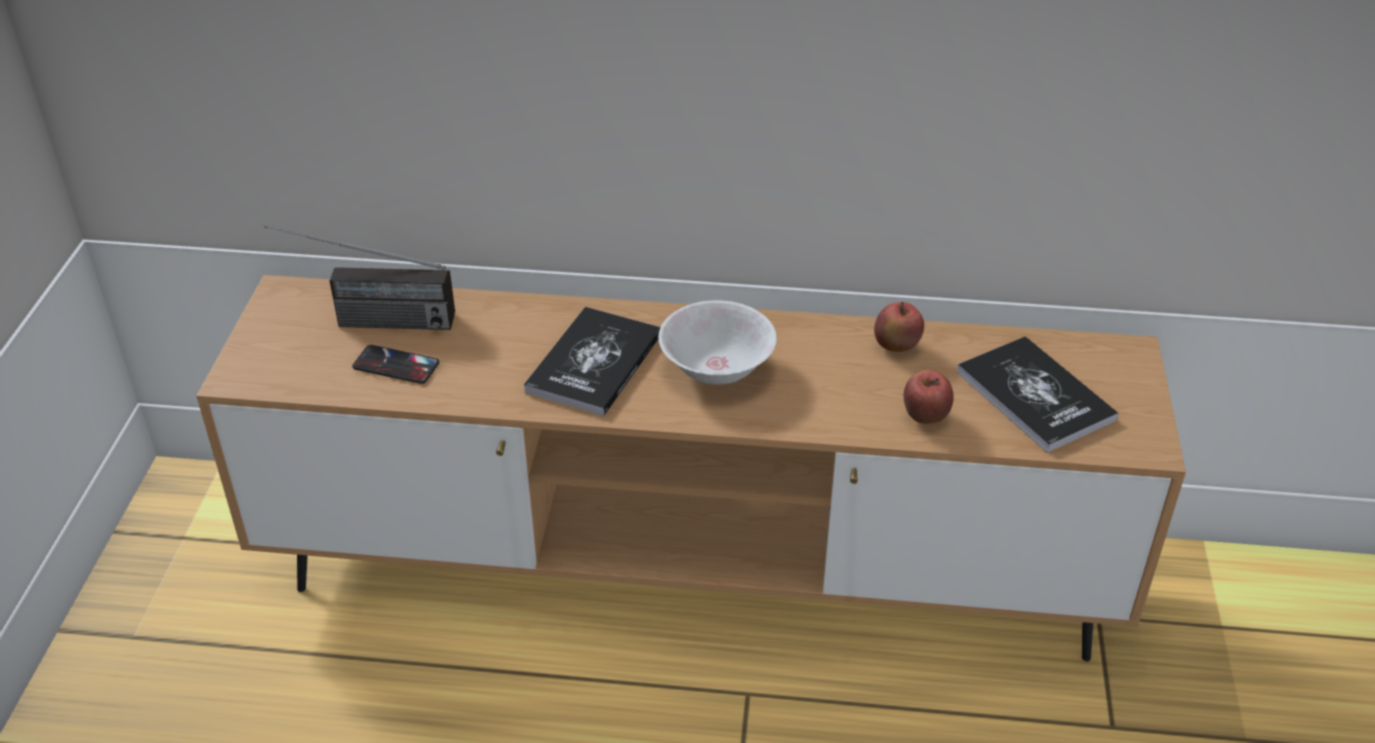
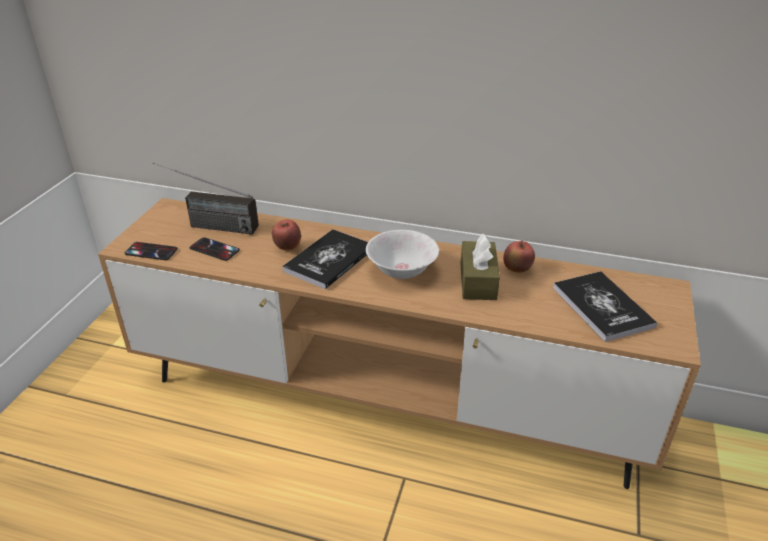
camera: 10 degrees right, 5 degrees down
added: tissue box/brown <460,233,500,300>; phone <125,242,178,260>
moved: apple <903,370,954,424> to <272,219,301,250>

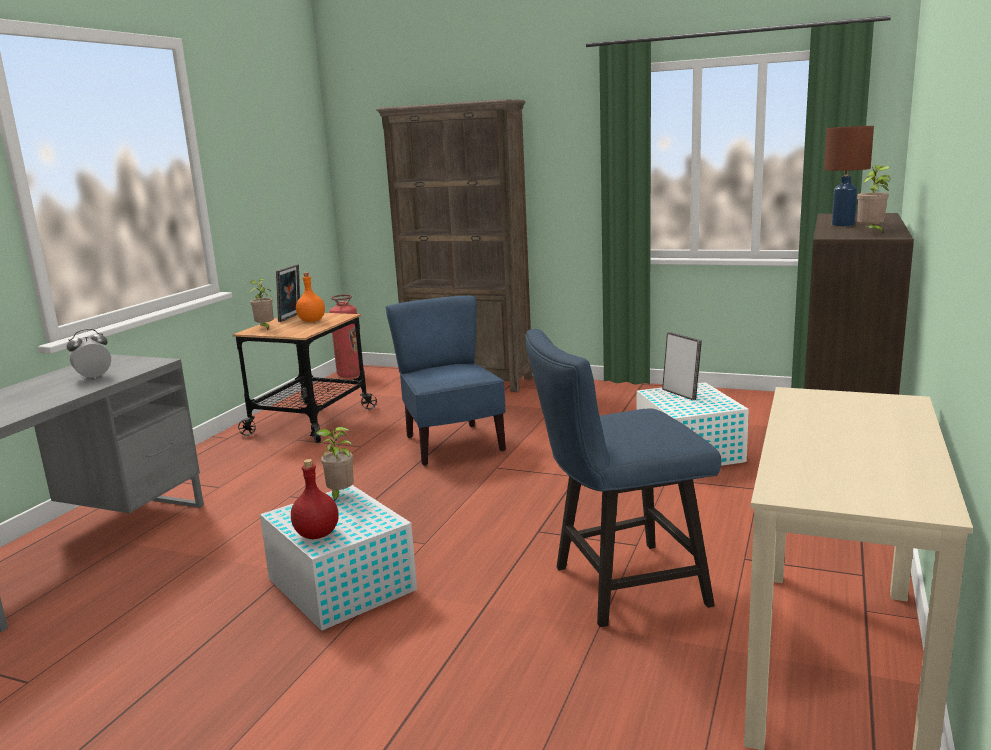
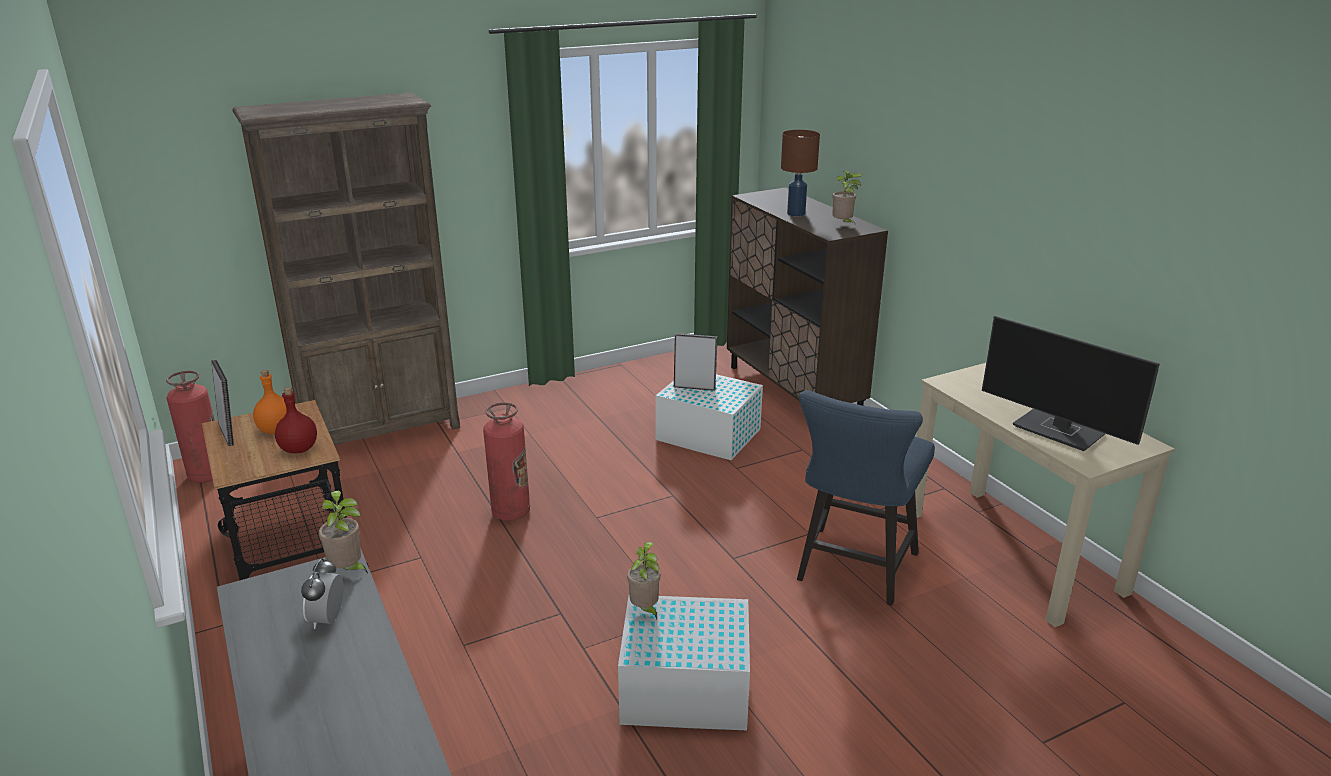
camera: 50 degrees left, 10 degrees up
added: monitor <982,316,1160,451>
moved: potted plant <249,279,274,330> to <319,491,368,573>; bottle/red <291,459,339,539> to <275,387,317,454>
replaced: chair/blue <386,296,506,466> to fire extinguisher <483,402,530,521>

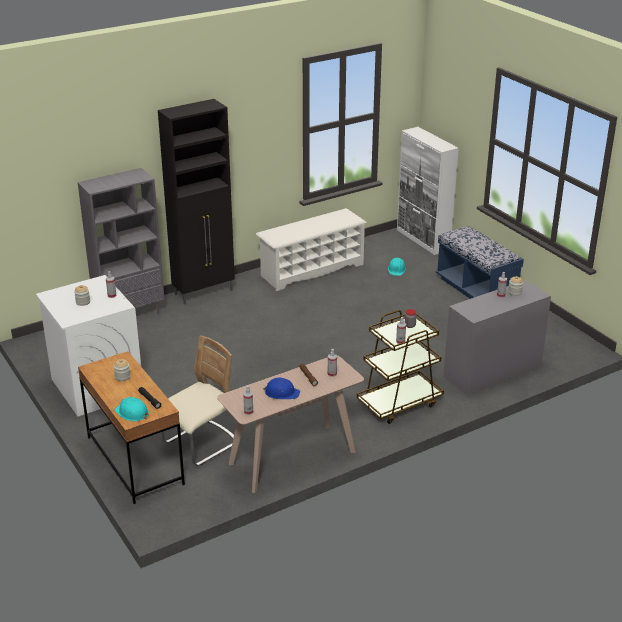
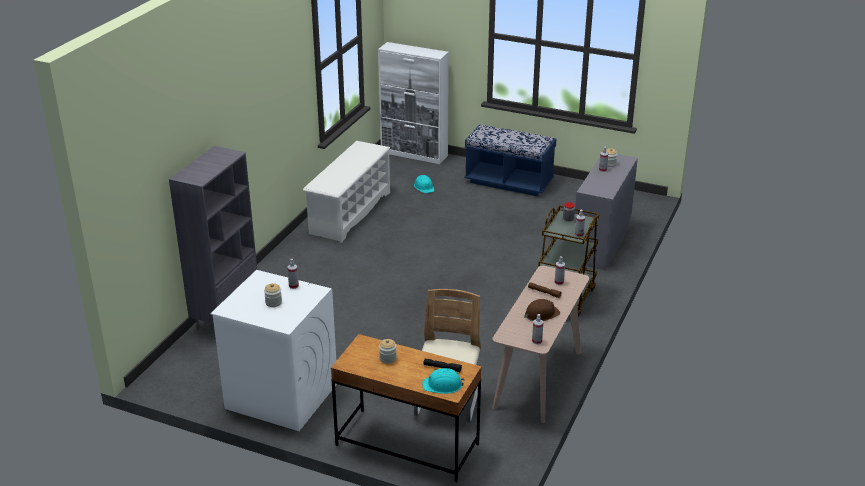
camera: 35 degrees left, 0 degrees up
removed: cabinet/black <158,99,235,305>
recoloured: hard hat/blue <263,378,300,399> to hard hat/brown <524,299,560,321>

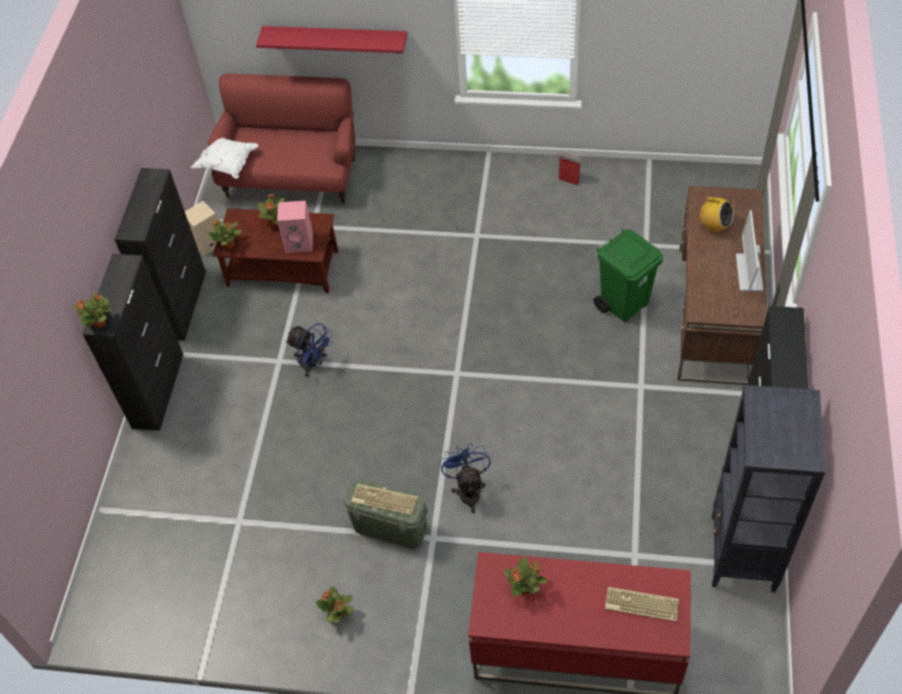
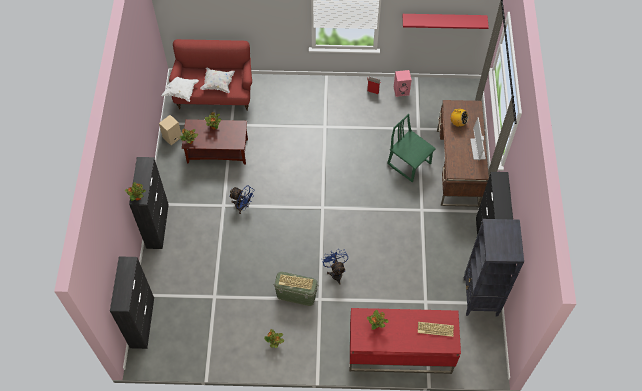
camera: 10 degrees left, 5 degrees up
added: pillow/white <200,68,235,93>
moved: shelf/red <256,26,407,54> to <403,14,489,29>; cabinet/black <114,168,206,341> to <110,256,154,349>; speaker/pink <277,201,313,253> to <394,70,412,97>
replaced: trash can/green <594,229,663,322> to chair/green <387,114,436,182>

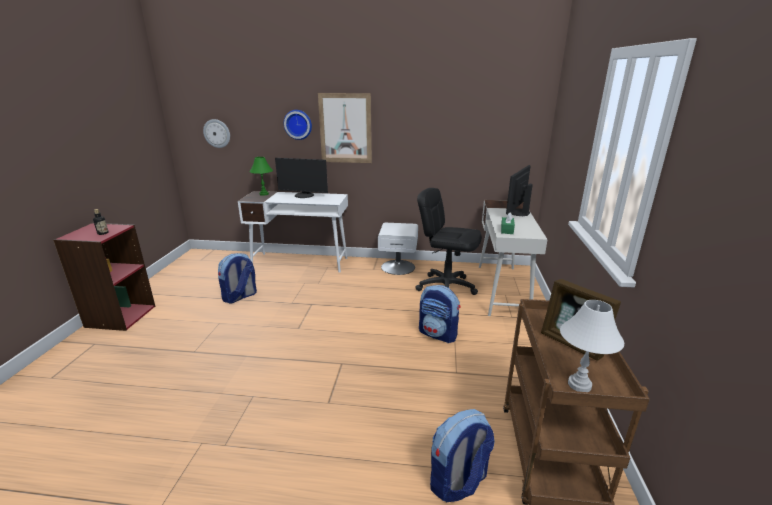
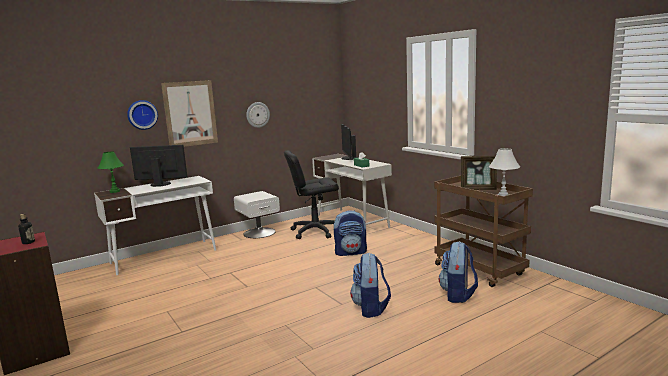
camera: 40 degrees left, 10 degrees down
moved: wall clock <203,119,230,148> to <246,102,270,128>; backpack <218,253,257,304> to <350,253,391,318>
turned: monitor <275,158,328,198> = <130,145,187,187> 150 degrees counterclockwise

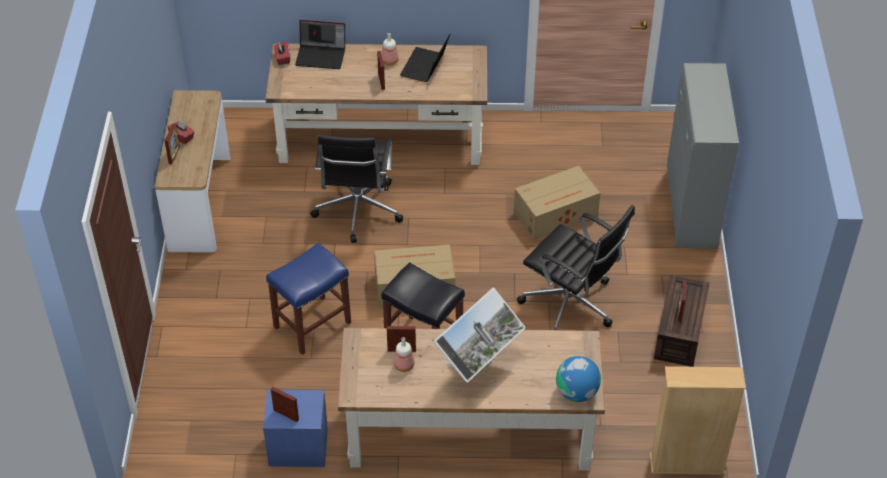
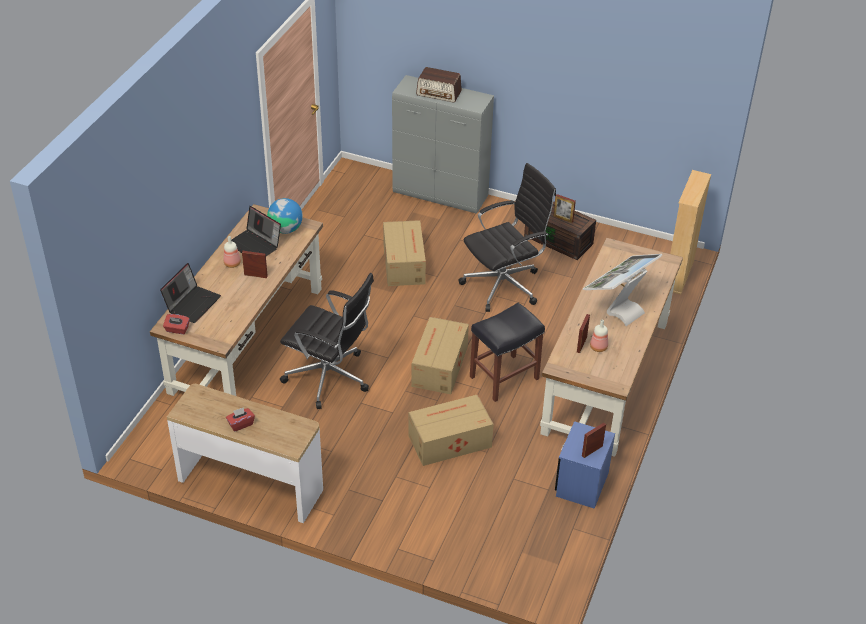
camera: 70 degrees left, 5 degrees down
removed: picture frame <165,124,180,164>
added: radio <416,67,462,103>
moved: globe <556,356,601,402> to <267,198,303,234>
replaced: stool/blue <266,243,351,355> to cardboard box <408,395,494,466>
turned: monitor <434,288,525,382> = <583,254,662,326> 105 degrees counterclockwise

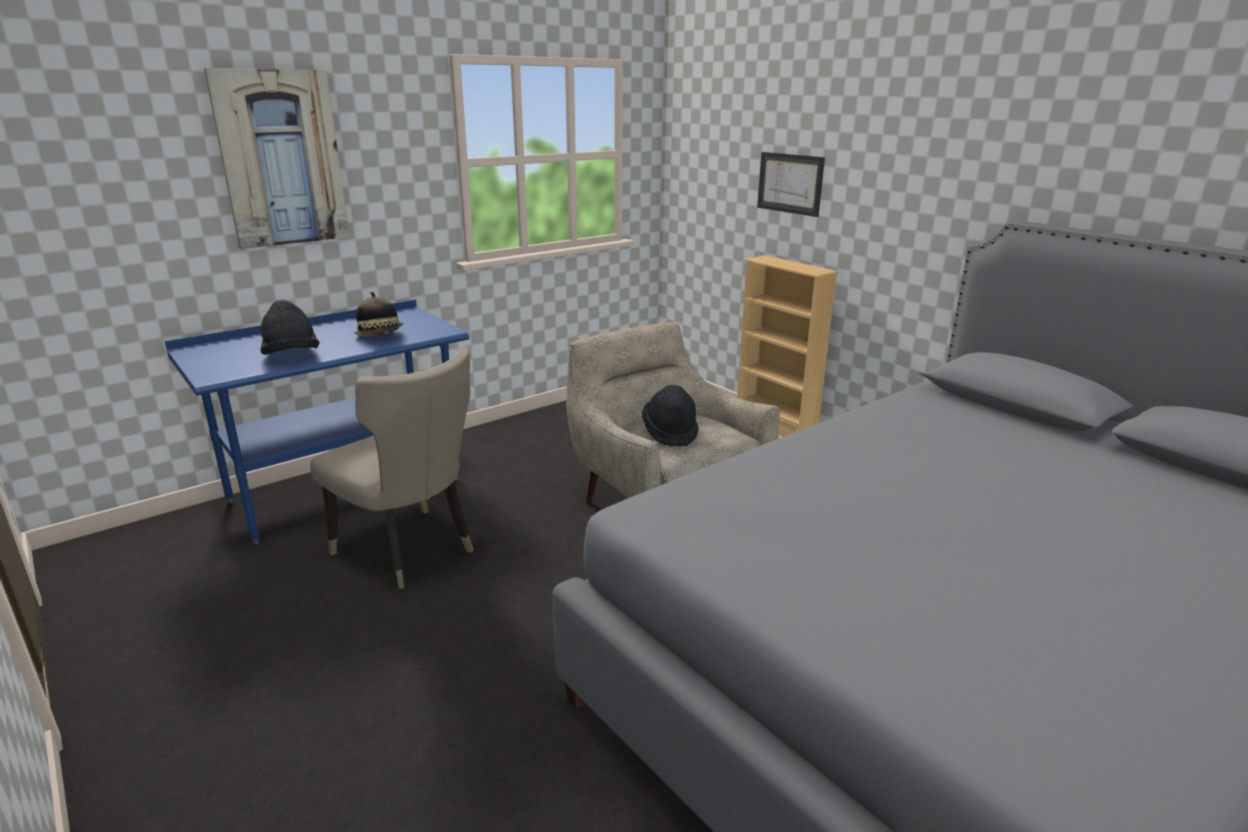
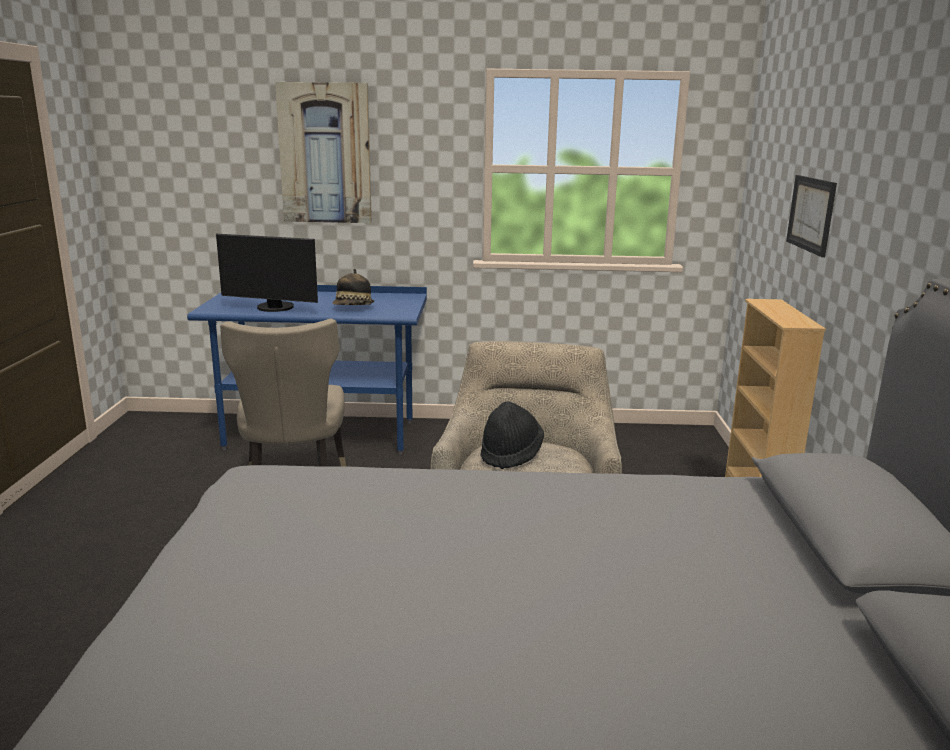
camera: 40 degrees right, 5 degrees down
replaced: hat/black <260,300,320,355> to monitor <216,234,318,312>

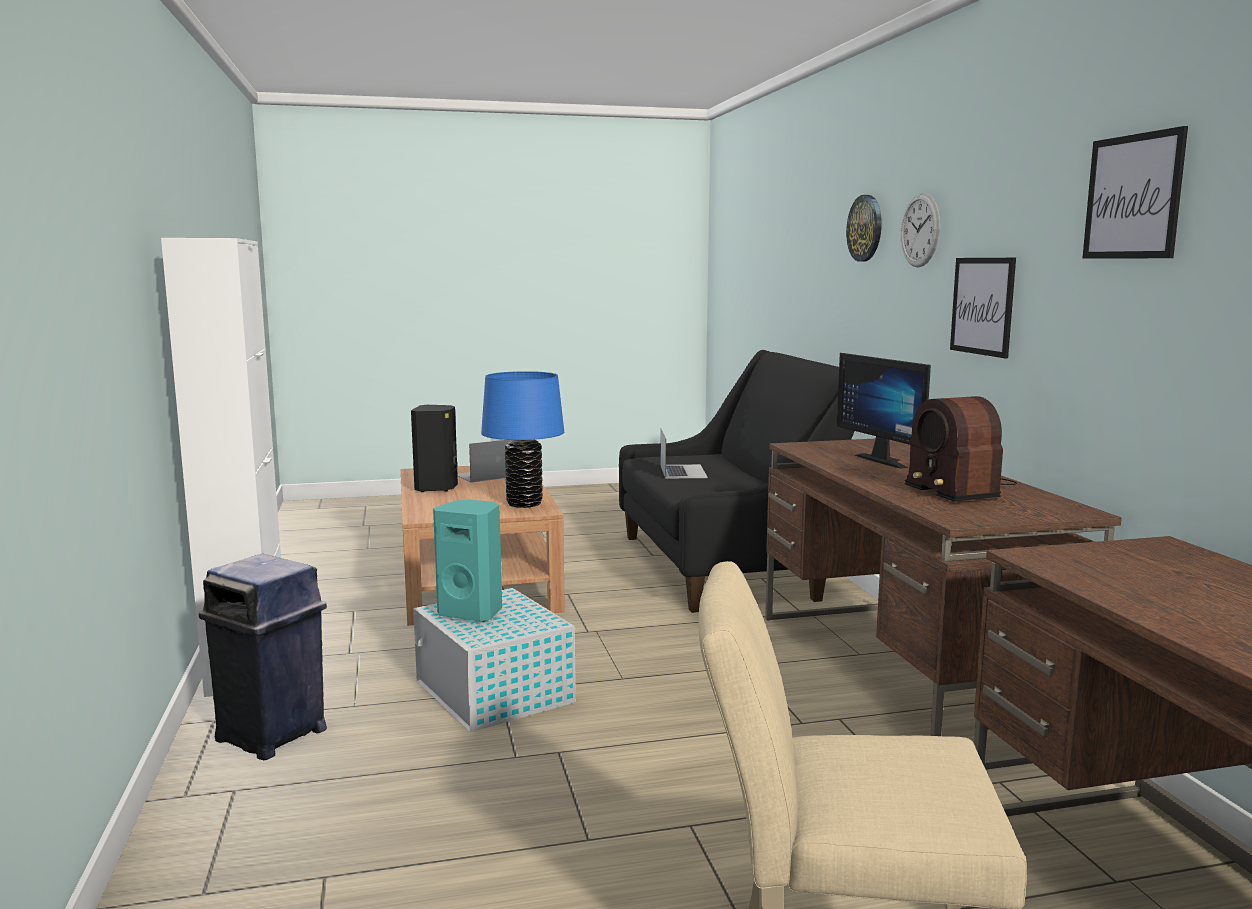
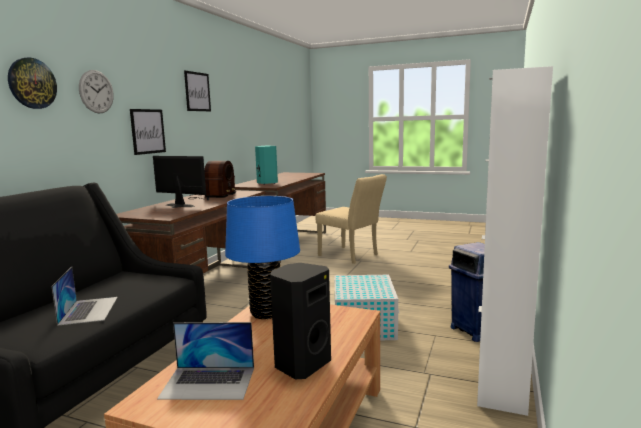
camera: 145 degrees left, 0 degrees up
moved: speaker/turquoise <433,500,502,622> to <255,146,278,185>
turned: monitor <837,353,931,469> = <153,156,206,208> 75 degrees counterclockwise; laptop <661,429,708,479> = <51,267,118,326> 135 degrees clockwise

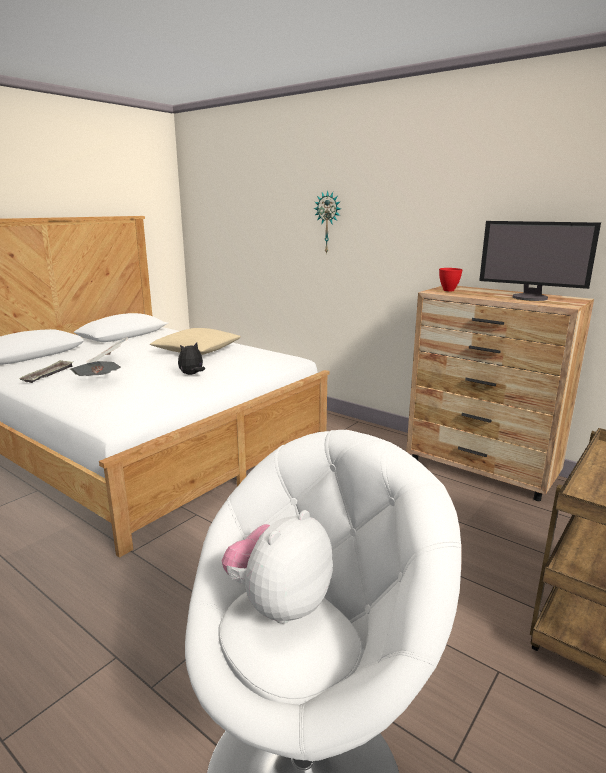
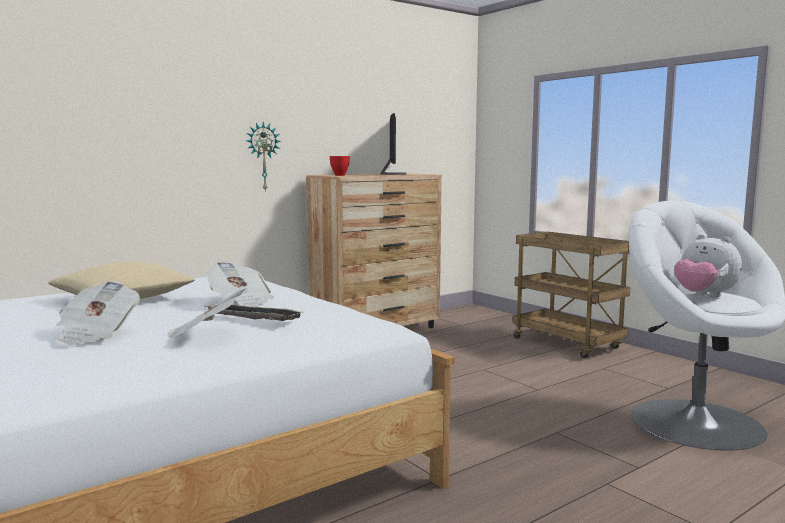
camera: 75 degrees left, 10 degrees down
moved: wall clock <314,190,341,254> to <246,122,281,192>; tray <19,360,74,383> to <204,304,304,321>
replaced: plush toy <178,342,205,375> to newspaper <206,261,274,307>
turned: monitor <479,221,601,301> = <381,113,407,175> 45 degrees counterclockwise

